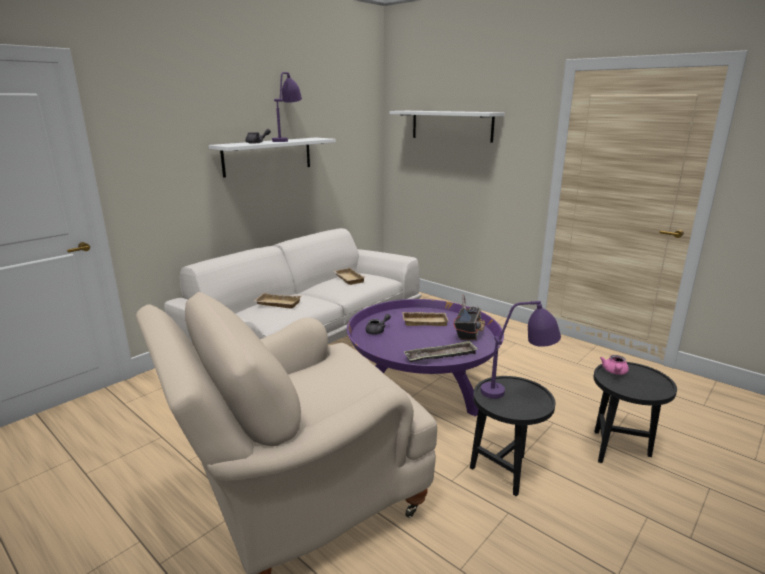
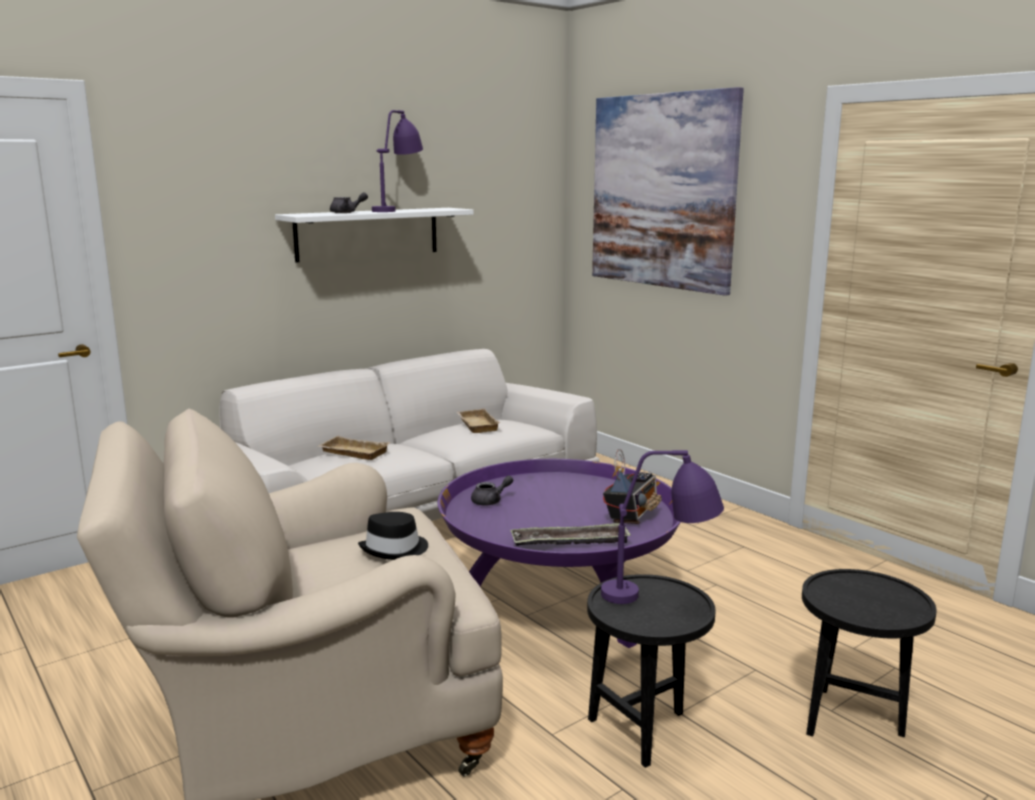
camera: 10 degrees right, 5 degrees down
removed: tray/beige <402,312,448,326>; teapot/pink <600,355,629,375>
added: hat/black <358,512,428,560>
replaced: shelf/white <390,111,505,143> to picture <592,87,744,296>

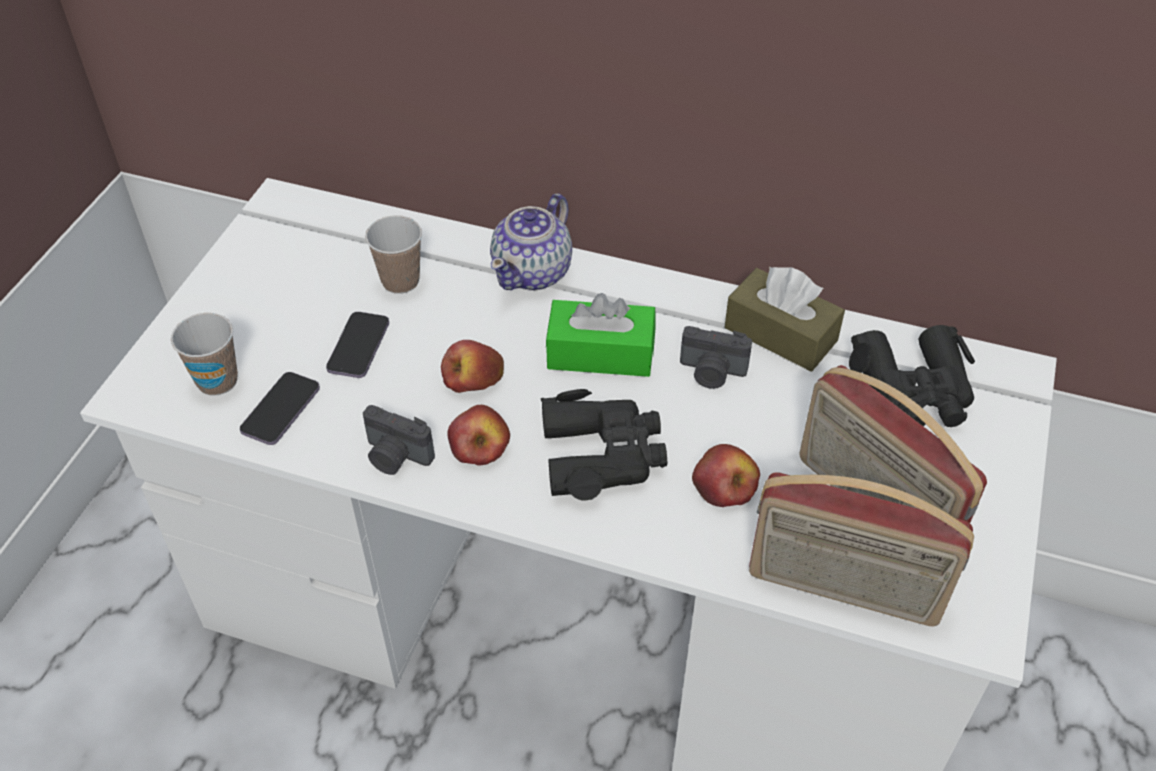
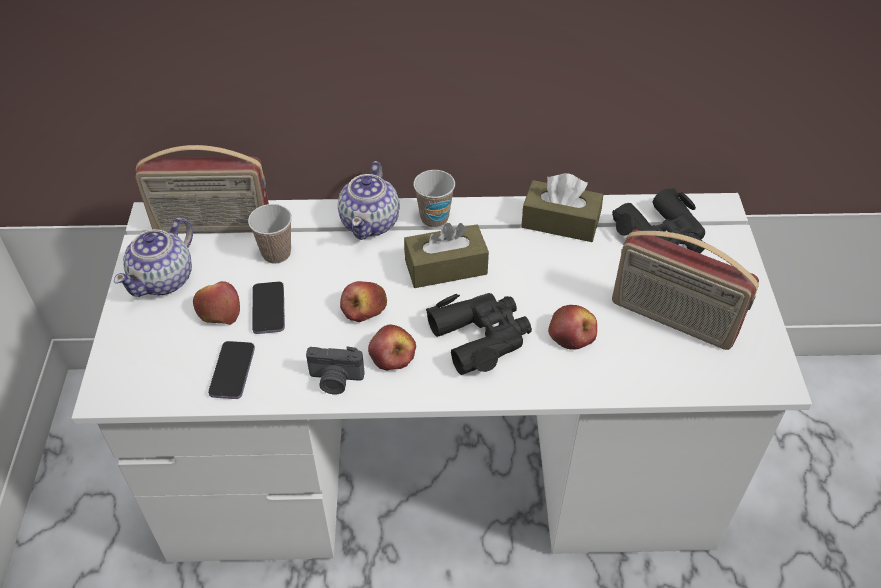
camera: 20 degrees left, 0 degrees up
removed: photo camera <680,326,752,389>
added: teapot <114,217,193,297>; apple <193,281,240,325>
moved: cup <171,313,238,396> to <413,170,455,228>; radio <749,472,974,626> to <135,145,269,233>
recoloured: tissue box/green <546,293,656,377> to tissue box/brown <404,223,489,288>

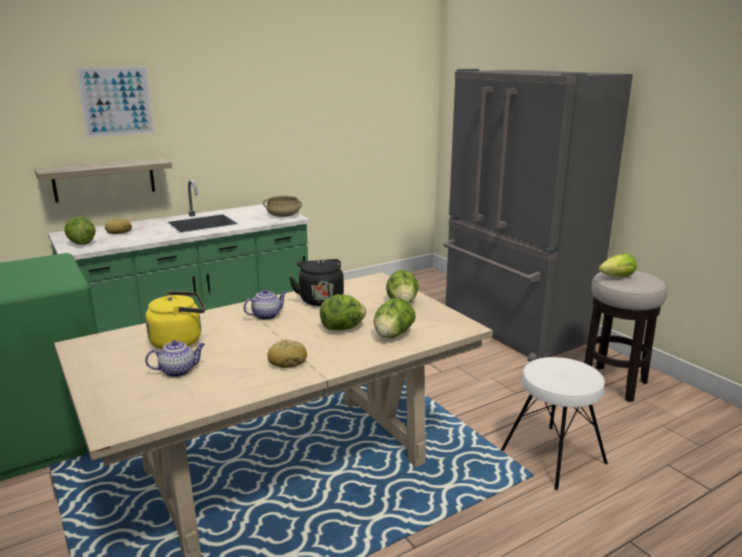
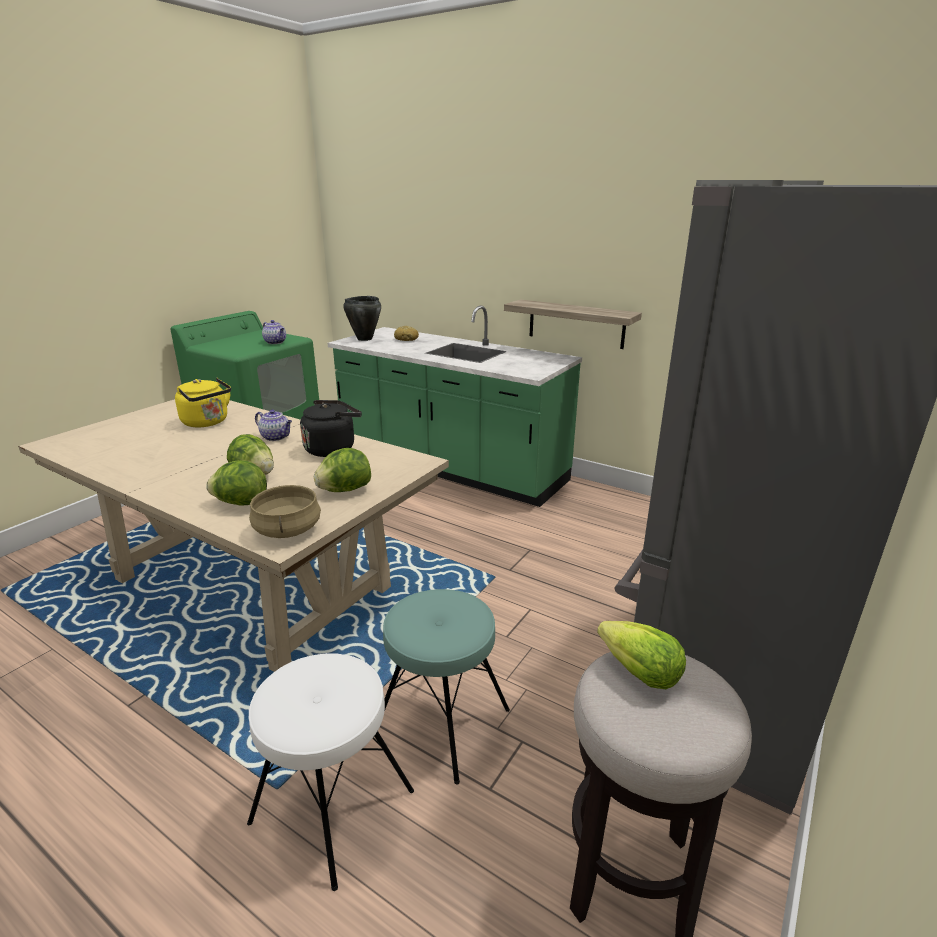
camera: 65 degrees right, 5 degrees up
removed: picture <76,67,154,137>; bread <267,339,307,368>
added: stool/turquoise <383,589,510,785>
moved: shelf <35,158,172,202> to <504,300,642,349>; cooking pot/beige <263,196,302,217> to <249,485,321,538>; teapot <145,340,205,377> to <262,320,286,344>
replaced: lettuce <64,216,96,245> to cooking pot/black <343,296,381,341>

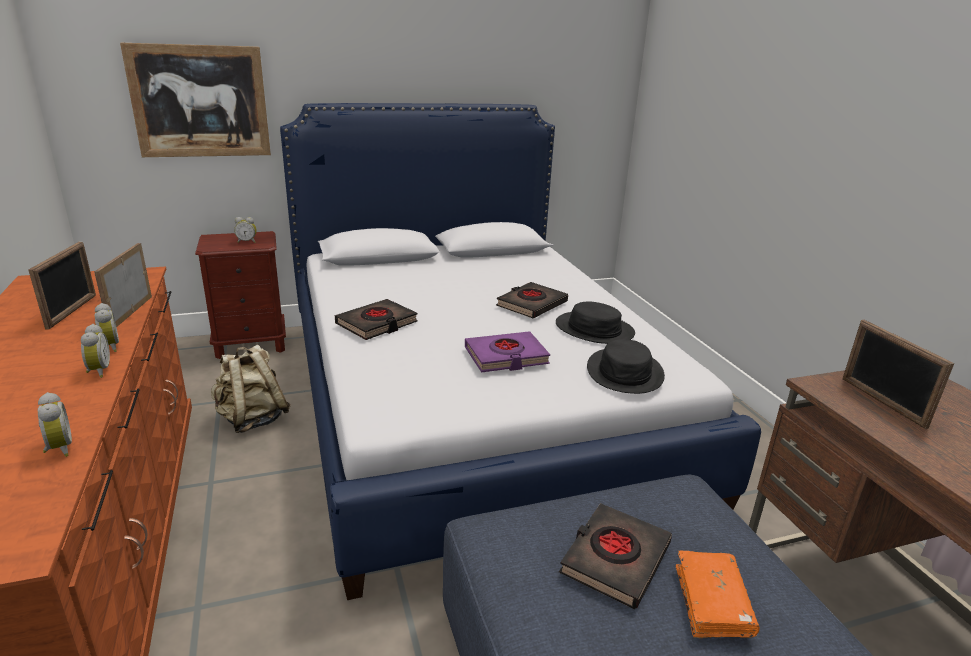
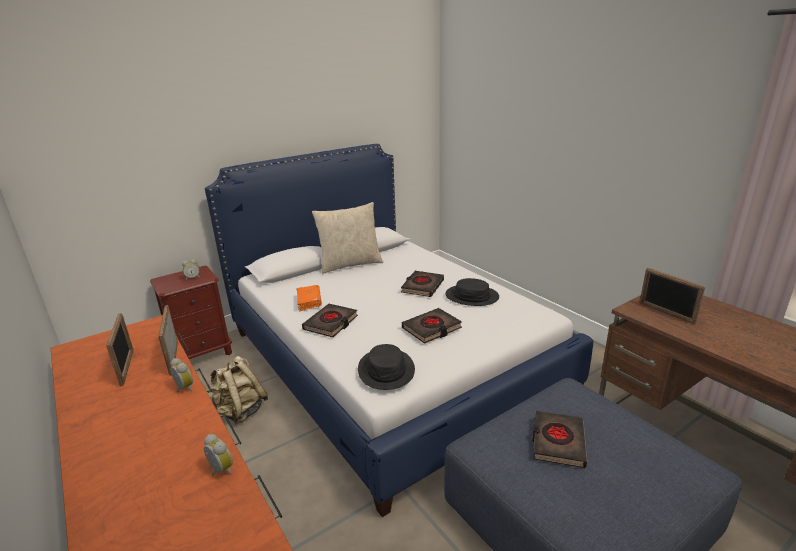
camera: 15 degrees left, 0 degrees up
removed: picture <120,43,271,157>; alarm clock <81,324,110,378>
added: pillow/beige <312,202,383,274>
moved: hat/black <587,339,665,394> to <358,344,415,390>; book/orange <676,551,760,638> to <296,285,322,312>
recoloured: book/purple <465,331,550,373> to book/black <402,308,462,344>

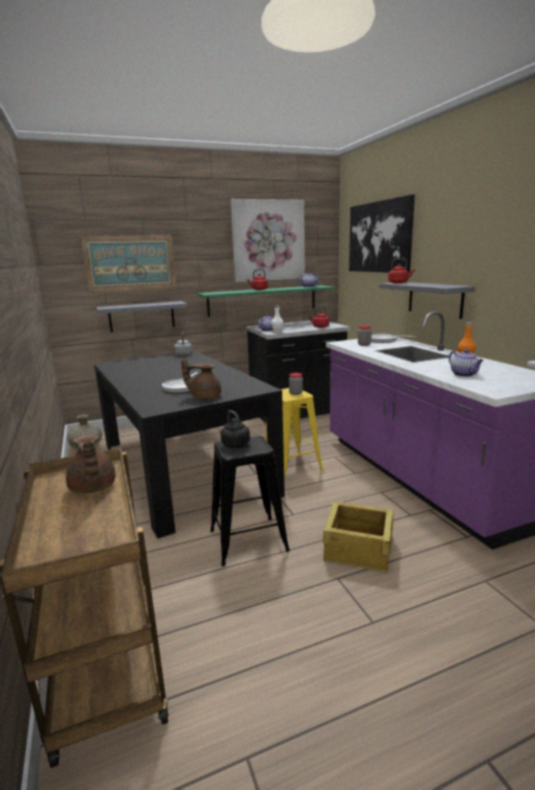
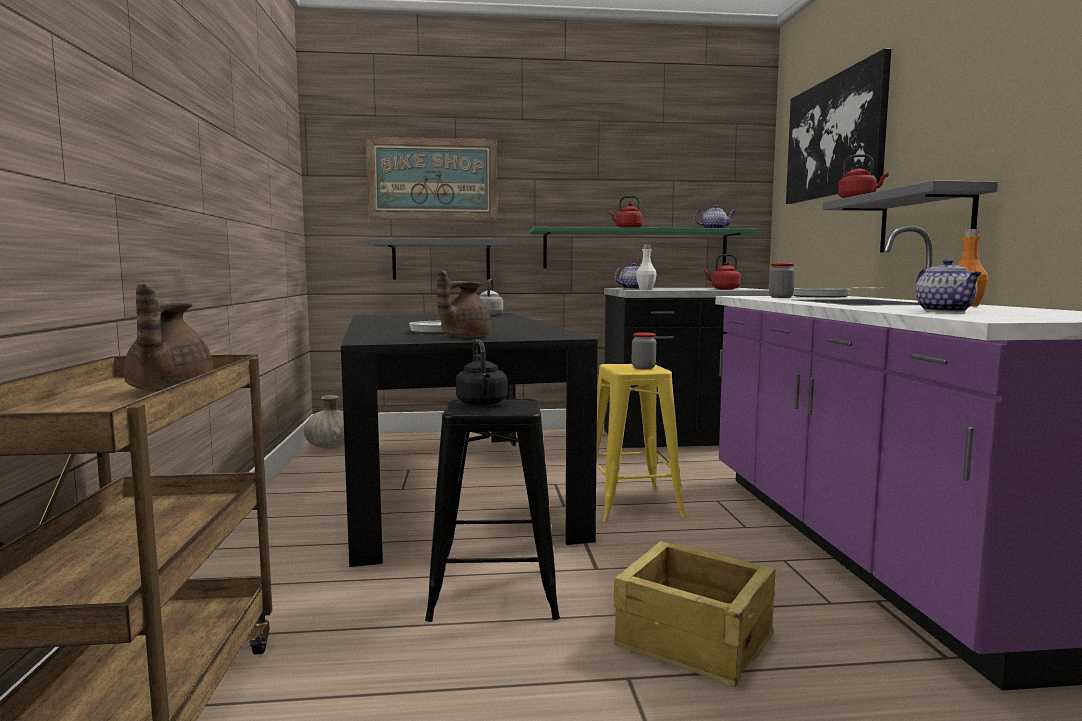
camera: 15 degrees right, 10 degrees down
removed: picture <230,199,305,282>
turned: teapot/brown <181,358,221,399> = <437,269,491,338> 75 degrees counterclockwise

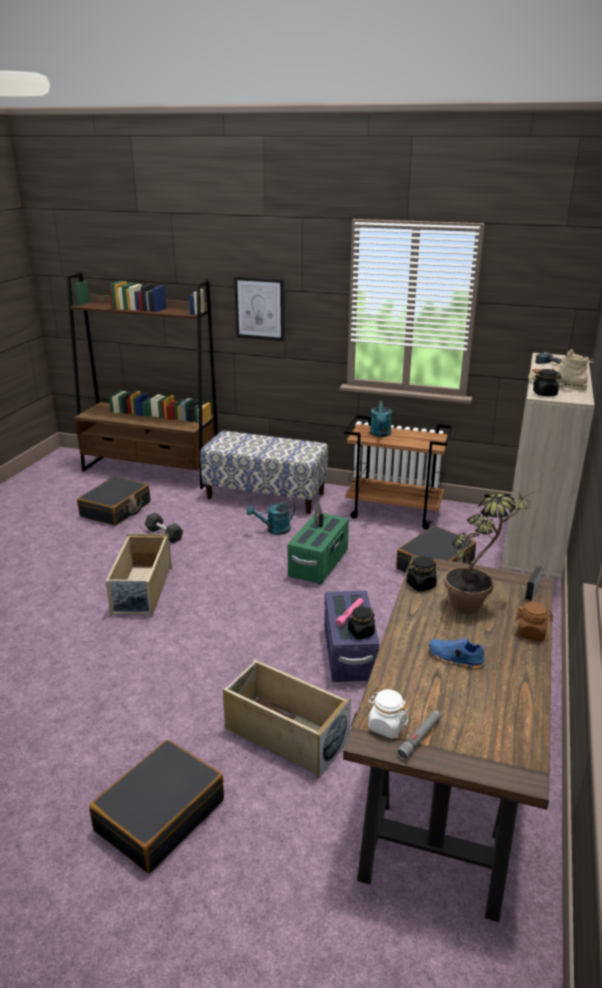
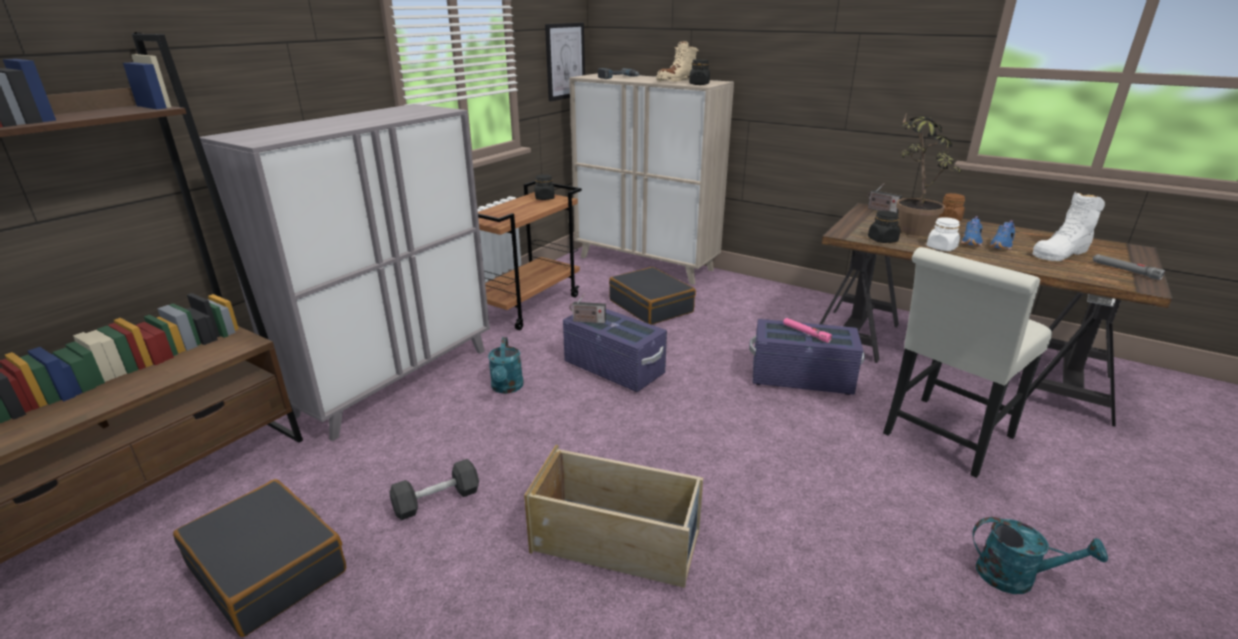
camera: 75 degrees left, 0 degrees up
removed: suitcase/black <89,740,224,873>
added: boot/white <1032,192,1105,261>; shoe/blue <961,216,983,246>
moved: picture <234,276,284,341> to <545,23,585,101>; watering can/turquoise <370,400,392,437> to <973,517,1108,594>; jar/black <348,606,375,639> to <535,174,555,200>; jar/white <368,689,408,739> to <926,217,960,251>
replaced: bench <200,431,328,514> to cabinet/grey <200,104,490,441>; storage box/beige <223,660,351,778> to chair/white <883,247,1052,478>
recoloured: storage box/green <287,513,349,584> to storage box/purple <563,309,667,392>

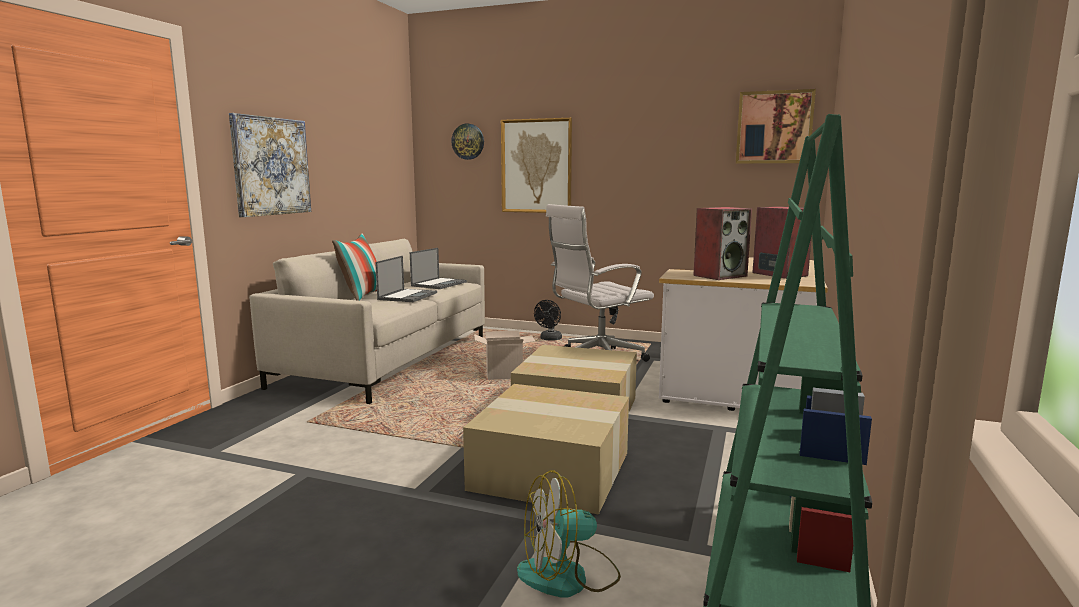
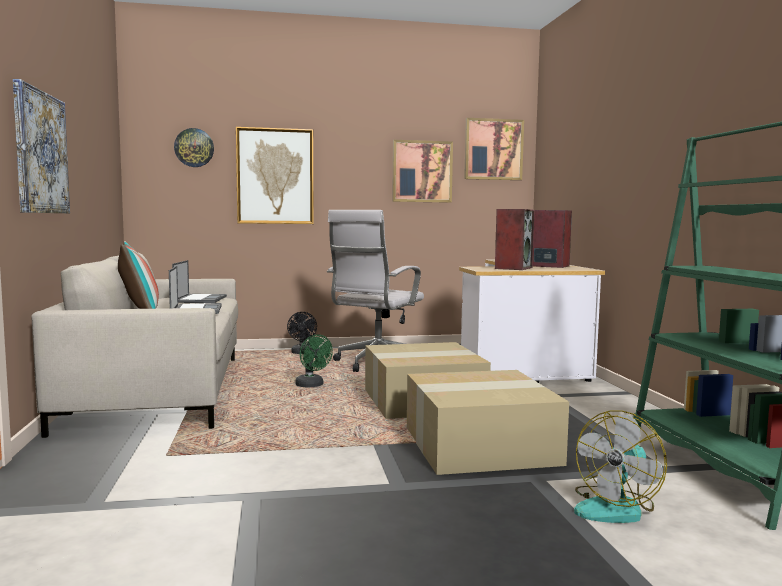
camera: 30 degrees left, 5 degrees down
added: picture <392,140,453,203>
replaced: cardboard box <474,330,535,380> to fan/green <295,334,333,387>

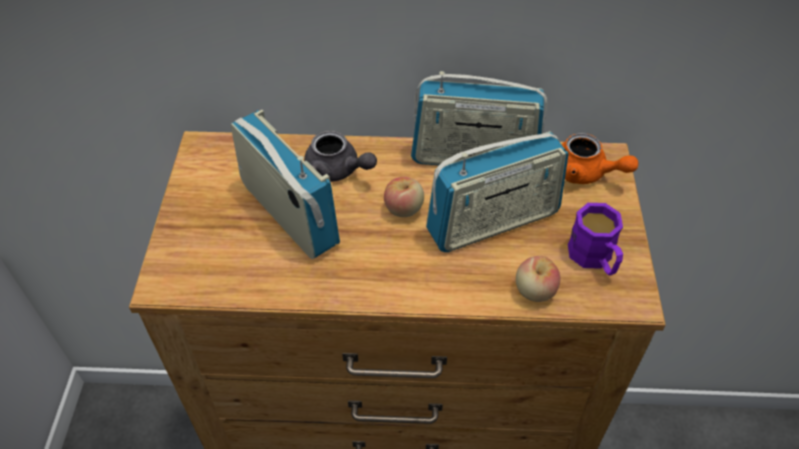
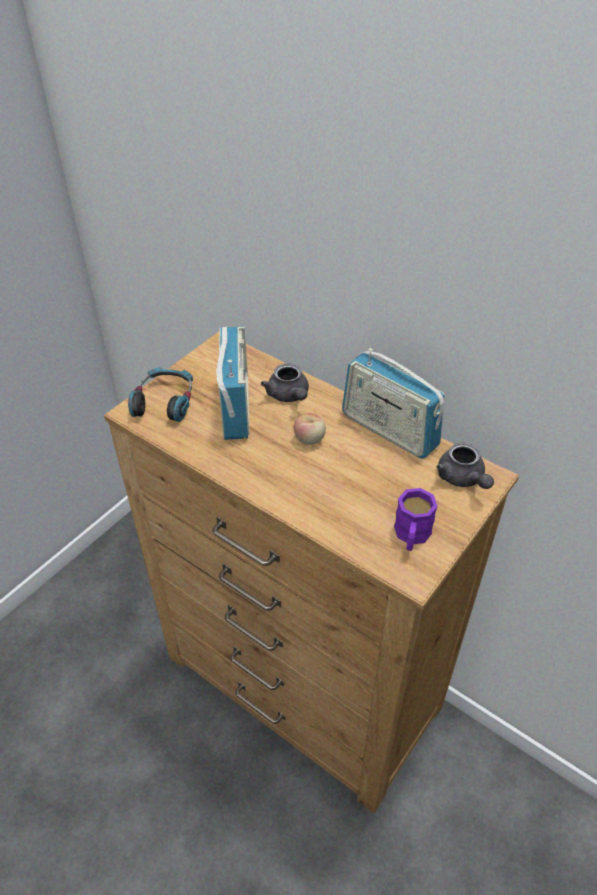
camera: 35 degrees right, 5 degrees down
removed: radio <426,131,569,252>; apple <516,256,560,302>
added: headphones <128,367,193,422>
recoloured: teapot/orange <561,133,638,184> to teapot/grey <436,443,494,489>

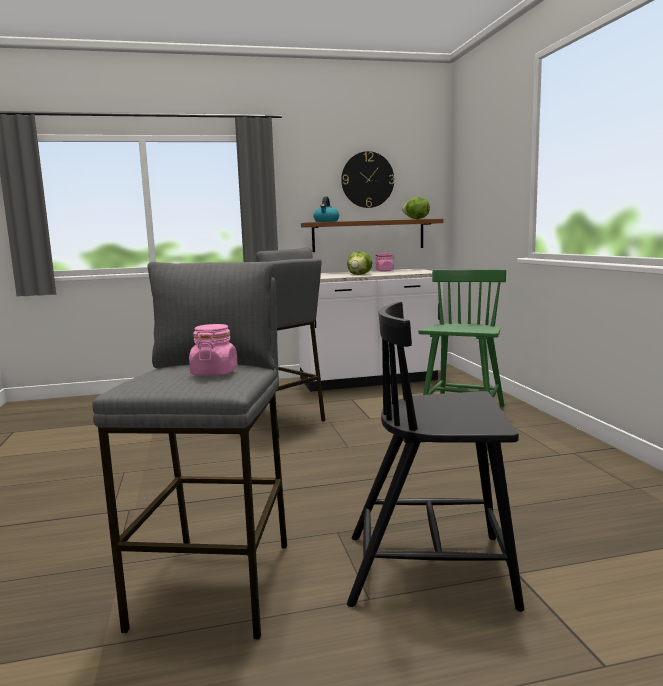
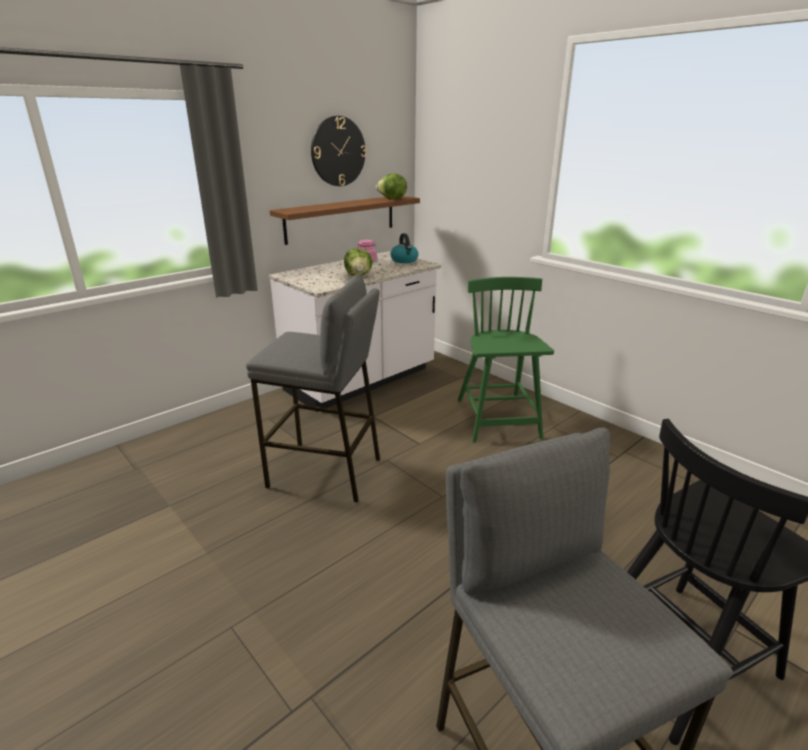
camera: 30 degrees left, 15 degrees up
removed: jar/pink <189,324,238,376>
moved: kettle <314,196,339,222> to <390,233,418,263>

